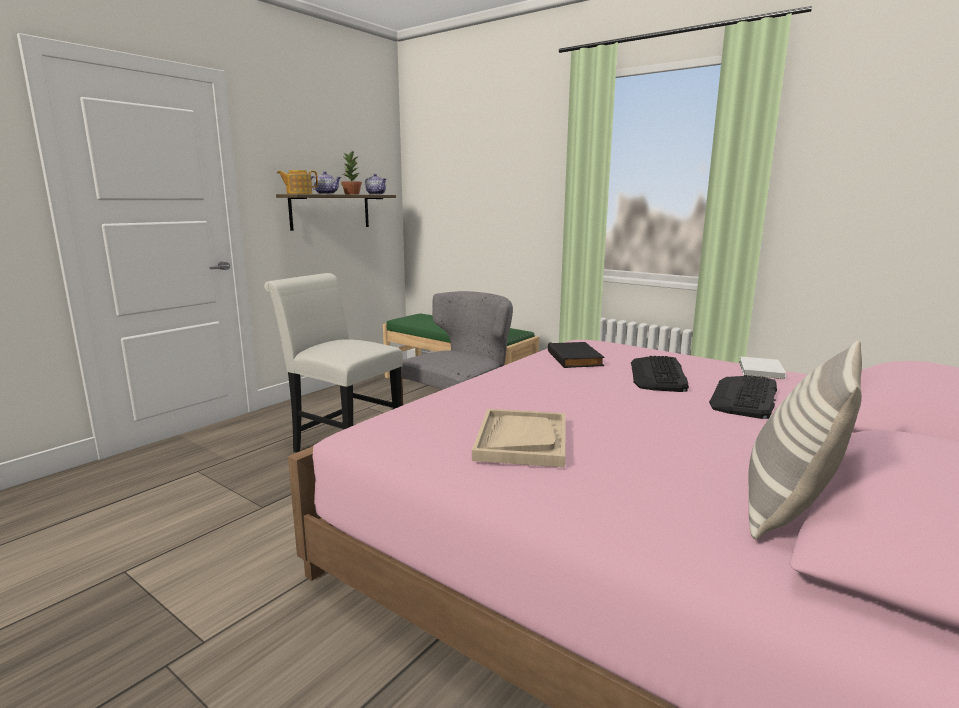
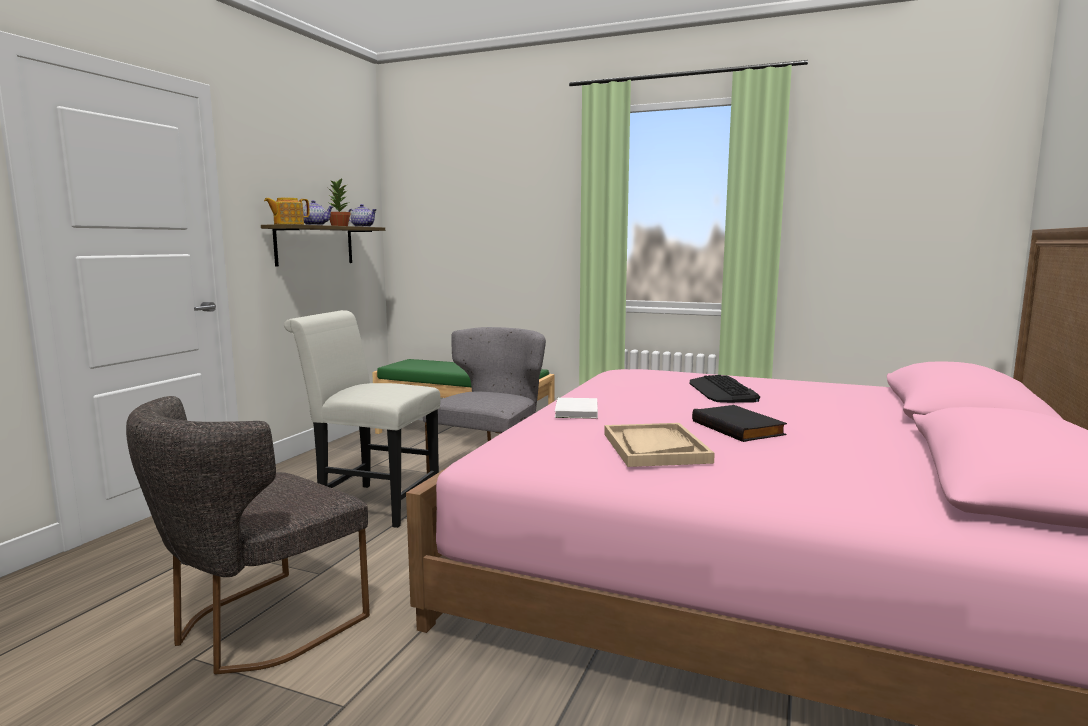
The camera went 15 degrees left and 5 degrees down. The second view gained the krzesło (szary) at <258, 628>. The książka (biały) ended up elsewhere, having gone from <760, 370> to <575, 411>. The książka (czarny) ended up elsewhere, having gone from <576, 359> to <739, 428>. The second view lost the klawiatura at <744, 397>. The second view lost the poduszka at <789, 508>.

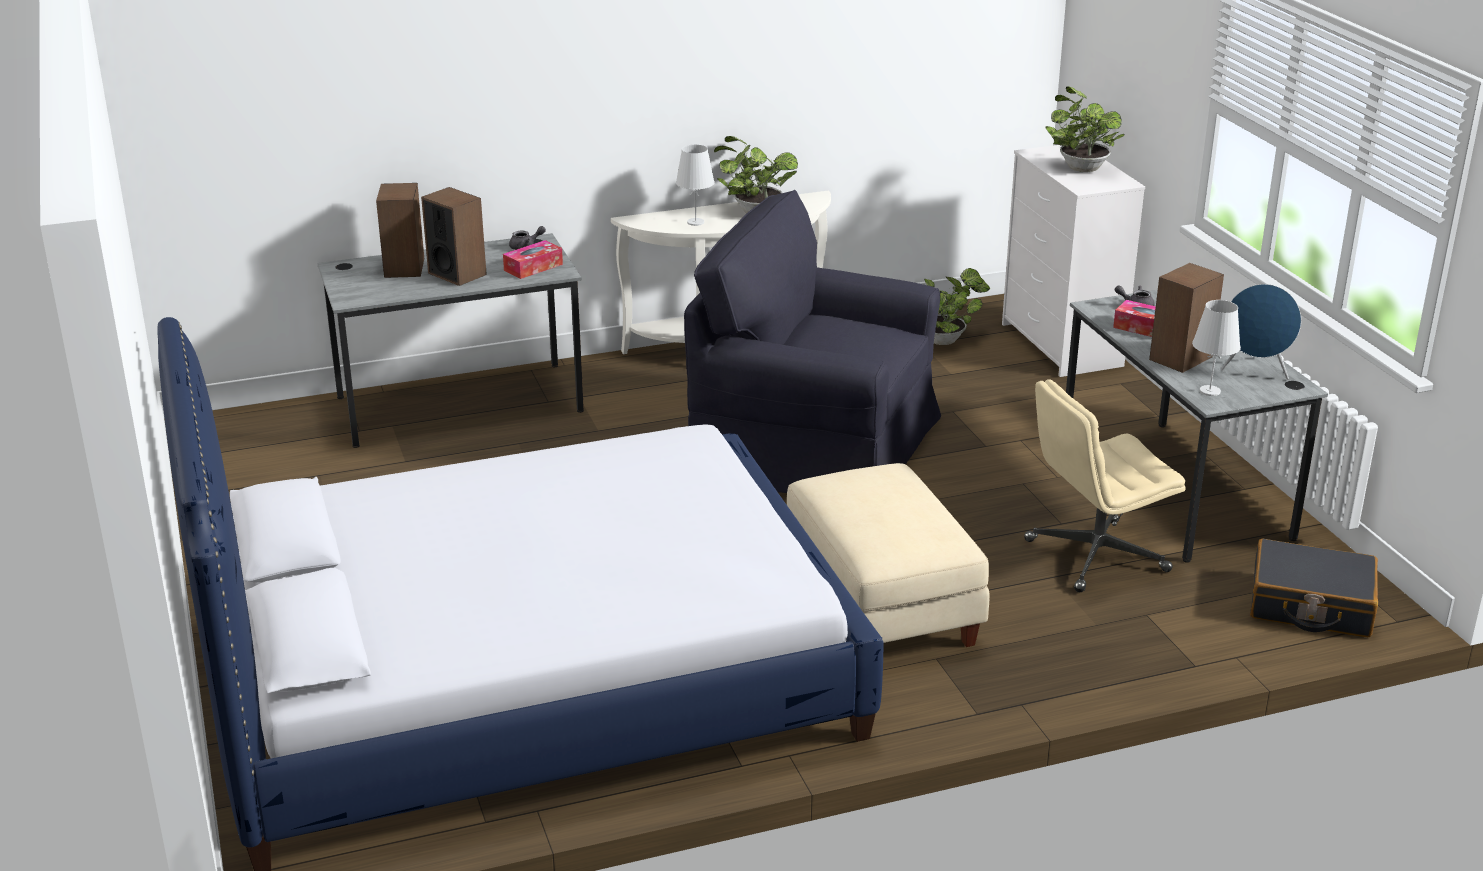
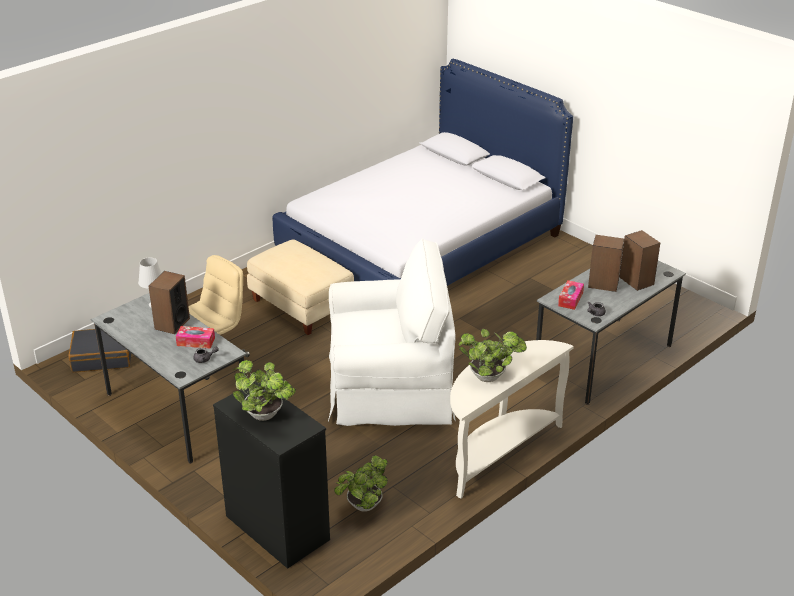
The camera went 155 degrees right and 5 degrees up. What was the komoda (biały) at <1062, 345> turned into the komoda (czarny) at <276, 527>. What was the fotel (czarny) at <815, 445> turned into the fotel (biały) at <389, 386>. The second view lost the lampa stołowa (biały) at <695, 222>. The second view lost the głośnik (niebieski) at <1255, 372>.

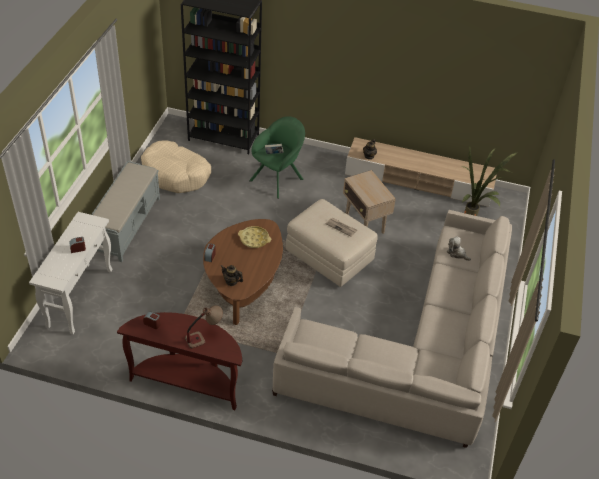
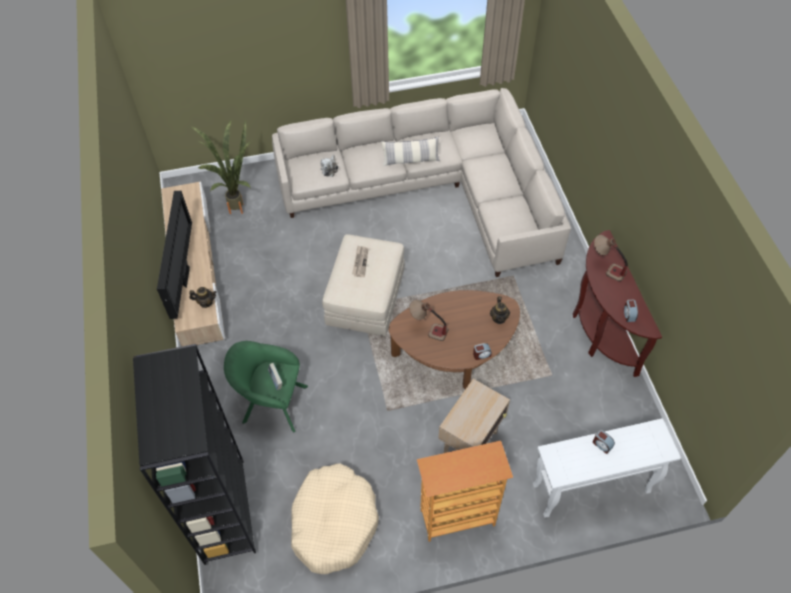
The camera went 115 degrees left and 10 degrees up. The second view gained the telewizor at <184, 275>. The second view gained the poduszka at <410, 160>. Where the taca (żółty) stood at <254, 239>, the lampa stołowa came to stand at <428, 329>. Where the ławka (szary) stood at <127, 225>, the regał came to stand at <457, 518>. The stolik (beżowy) ended up elsewhere, having gone from <364, 225> to <471, 442>.

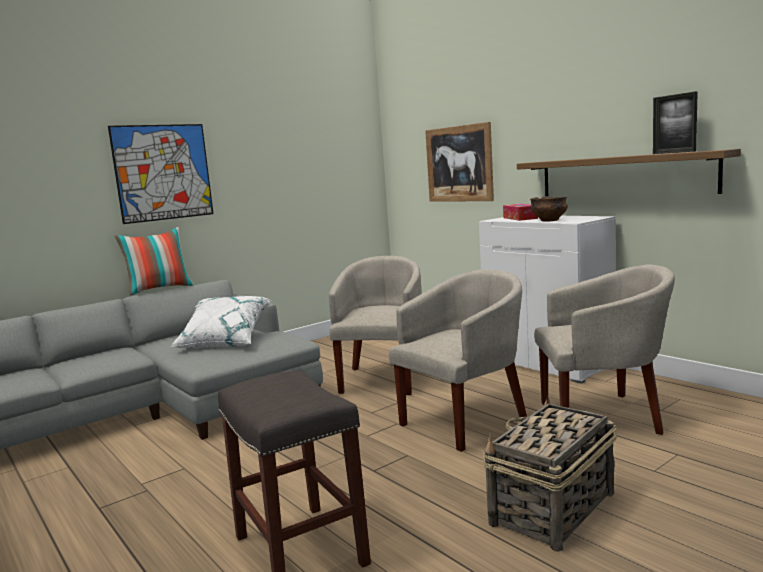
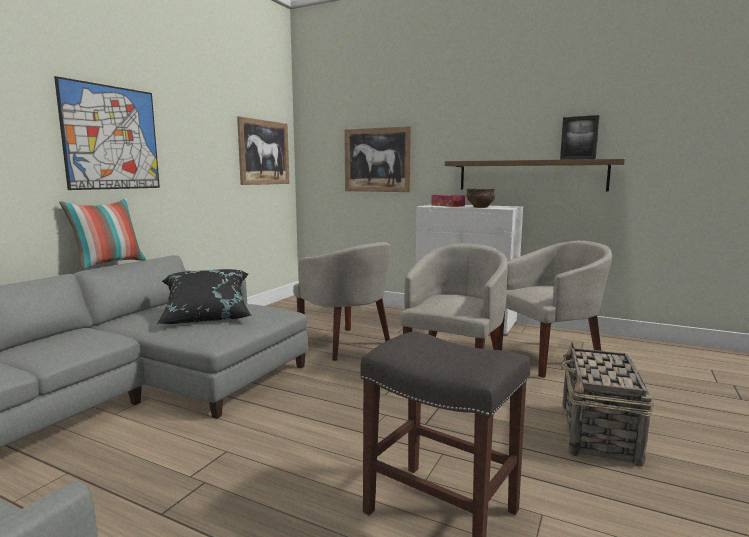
The camera went 25 degrees left and 0 degrees up. What was the poduszka (biały) at <224, 341> turned into the poduszka (czarny) at <207, 315>. The second view gained the obraz at <264, 152>. The fotel (beżowy) at <384, 379> ended up facing another way, 150 degrees clockwise from before.

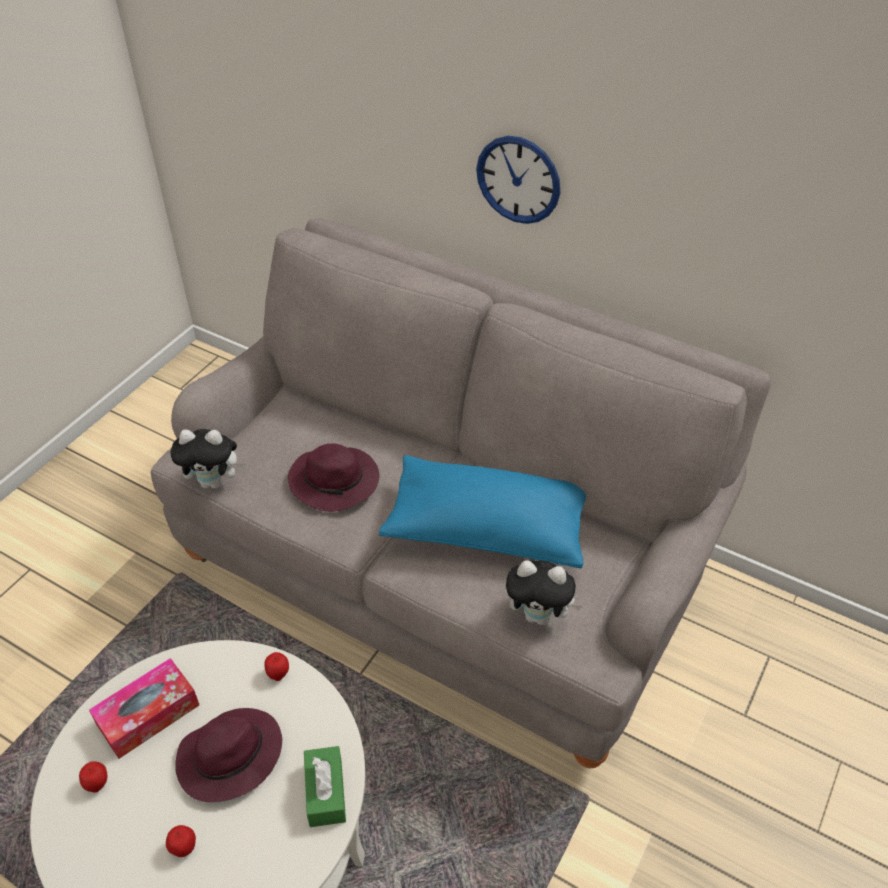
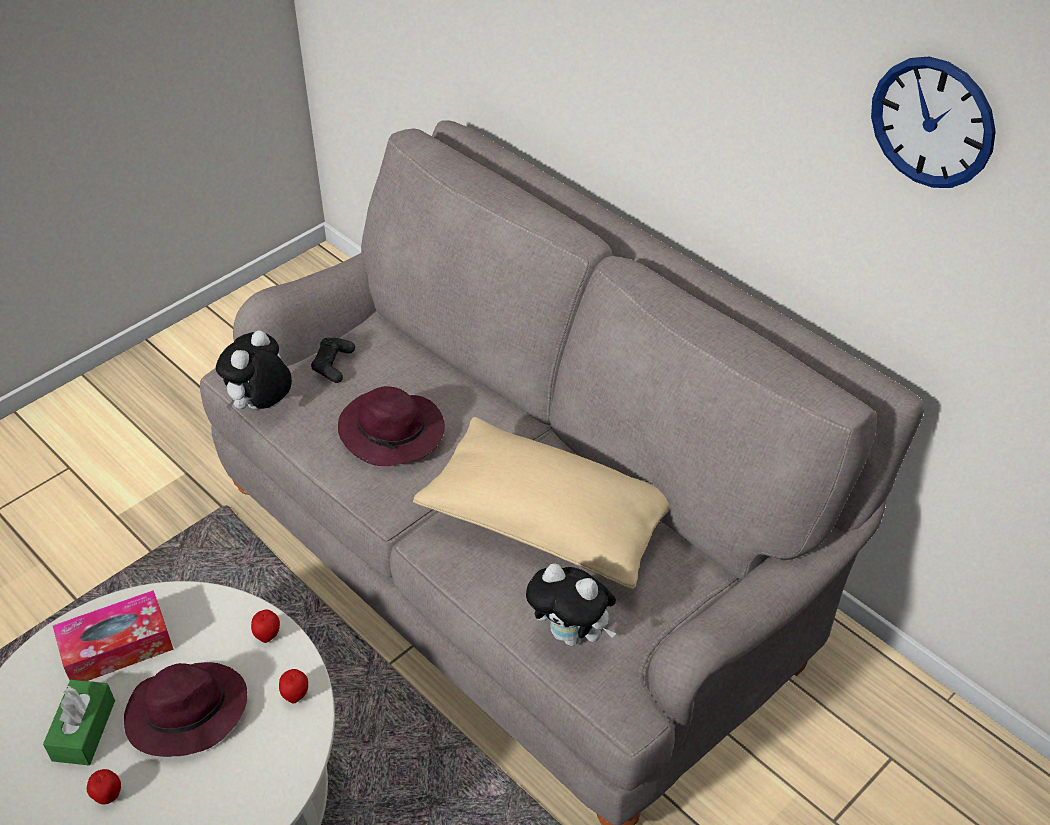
The camera went 15 degrees right and 0 degrees up. The pudełko chusteczek (zielony) ended up elsewhere, having gone from <325, 792> to <84, 730>. The pluszak at <214, 482> ended up facing another way, 105 degrees clockwise from before. The jabłko ended up elsewhere, having gone from <98, 784> to <296, 695>. The second view gained the pad do gier (czarny) at <333, 365>. What was the poduszka (niebieski) at <487, 528> turned into the poduszka (beżowy) at <548, 521>. The zegar ścienny ended up elsewhere, having gone from <518, 180> to <932, 122>.

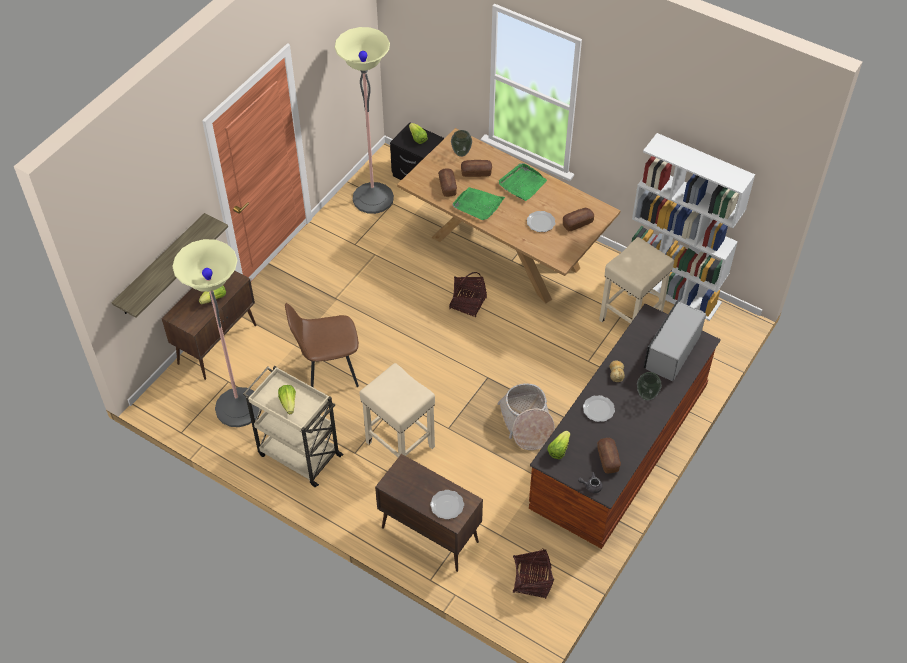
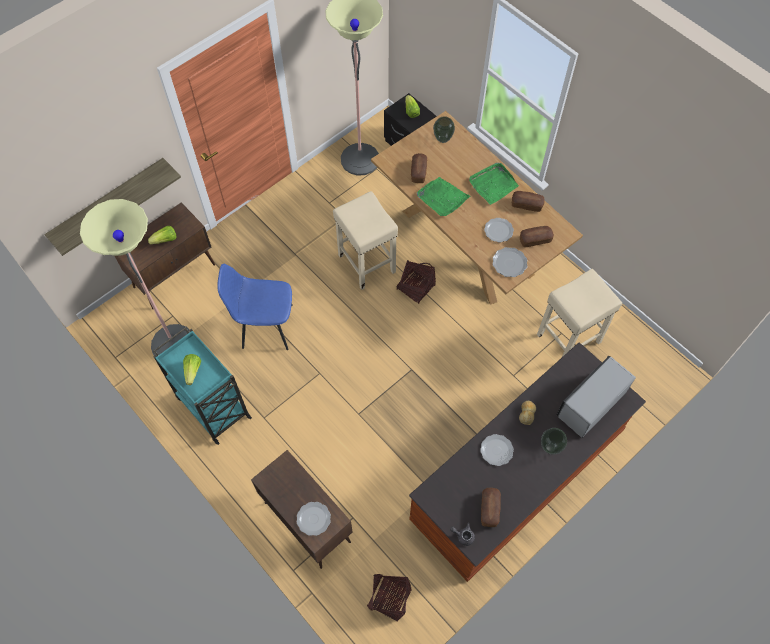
The camera went 15 degrees right and 10 degrees up. What was the wózek (beżowy) at <298, 454> turned into the wózek (turkusowy) at <212, 406>. What was the krzesło (brązowy) at <328, 370> turned into the krzesło (niebieski) at <265, 326>. The stołek (beżowy) ended up elsewhere, having gone from <399, 444> to <366, 263>. The second view gained the talerz at <509, 263>. The chleb ended up elsewhere, having gone from <476, 172> to <526, 205>. The second view lost the koszyk at <526, 423>. The second view lost the sałata at <558, 449>. The second view lost the regał (biały) at <672, 291>.

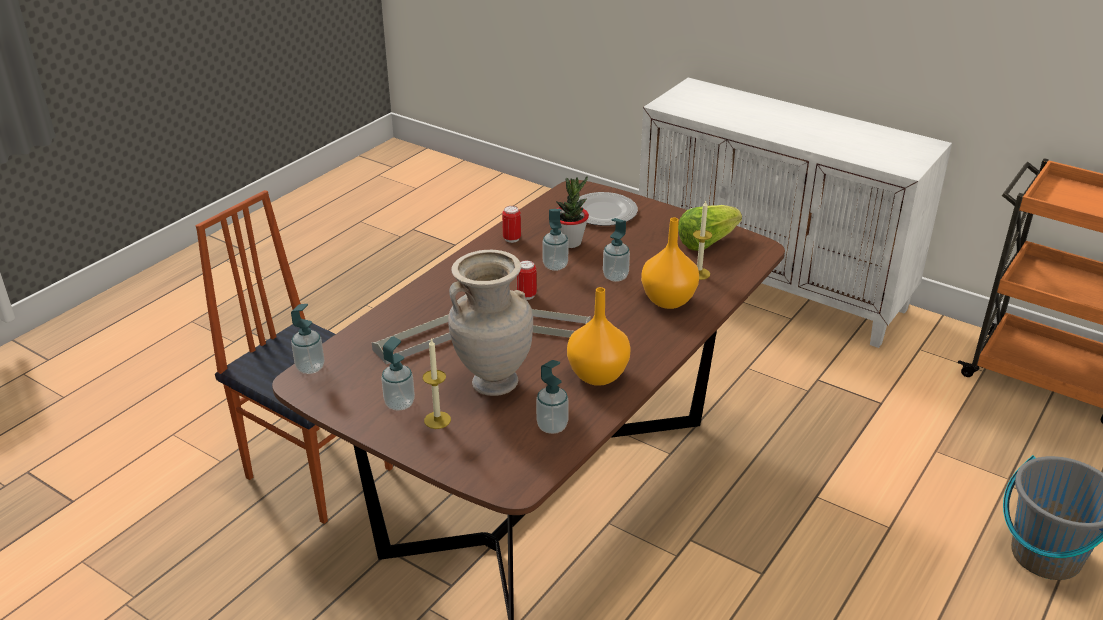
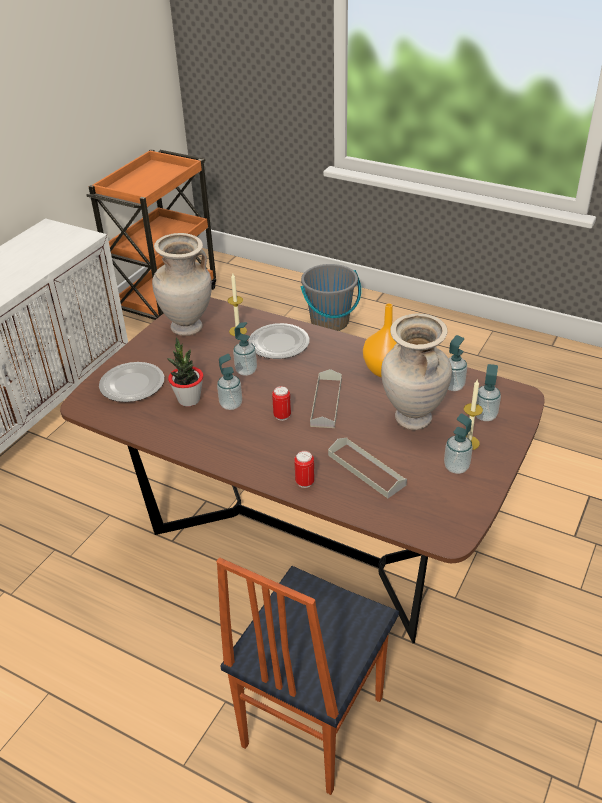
The camera went 95 degrees left and 5 degrees up. Where the sałata stood at <706, 242>, the wazon (beżowy) came to stand at <188, 329>. Where the wazon (pomarańczowy) stood at <669, 301>, the talerz came to stand at <279, 343>. The puszka ended up elsewhere, having gone from <512, 239> to <305, 482>. The dozownik mydła ended up elsewhere, having gone from <310, 367> to <485, 415>.

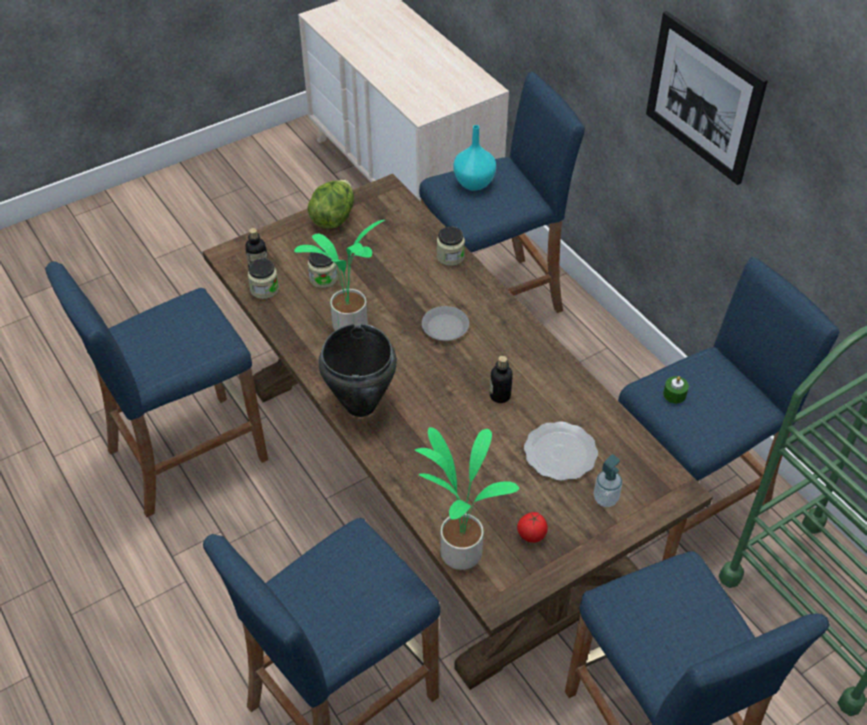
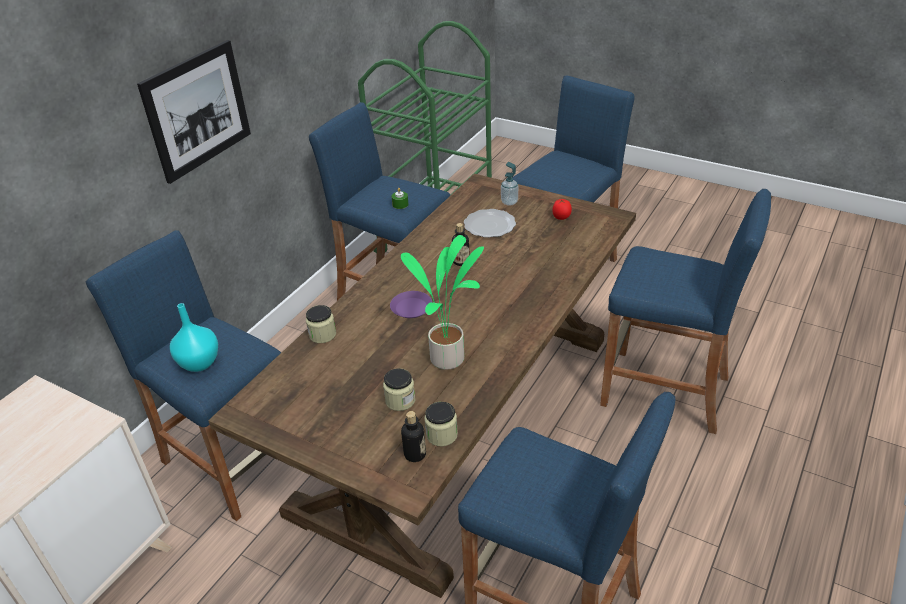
The camera went 115 degrees left and 10 degrees down. What was the talerz (szary) at <445, 327> turned into the talerz (fioletowy) at <411, 308>. The second view lost the sałata at <333, 217>. The second view lost the garnek (czarny) at <360, 405>. The second view lost the roślina doniczkowa at <460, 550>.

